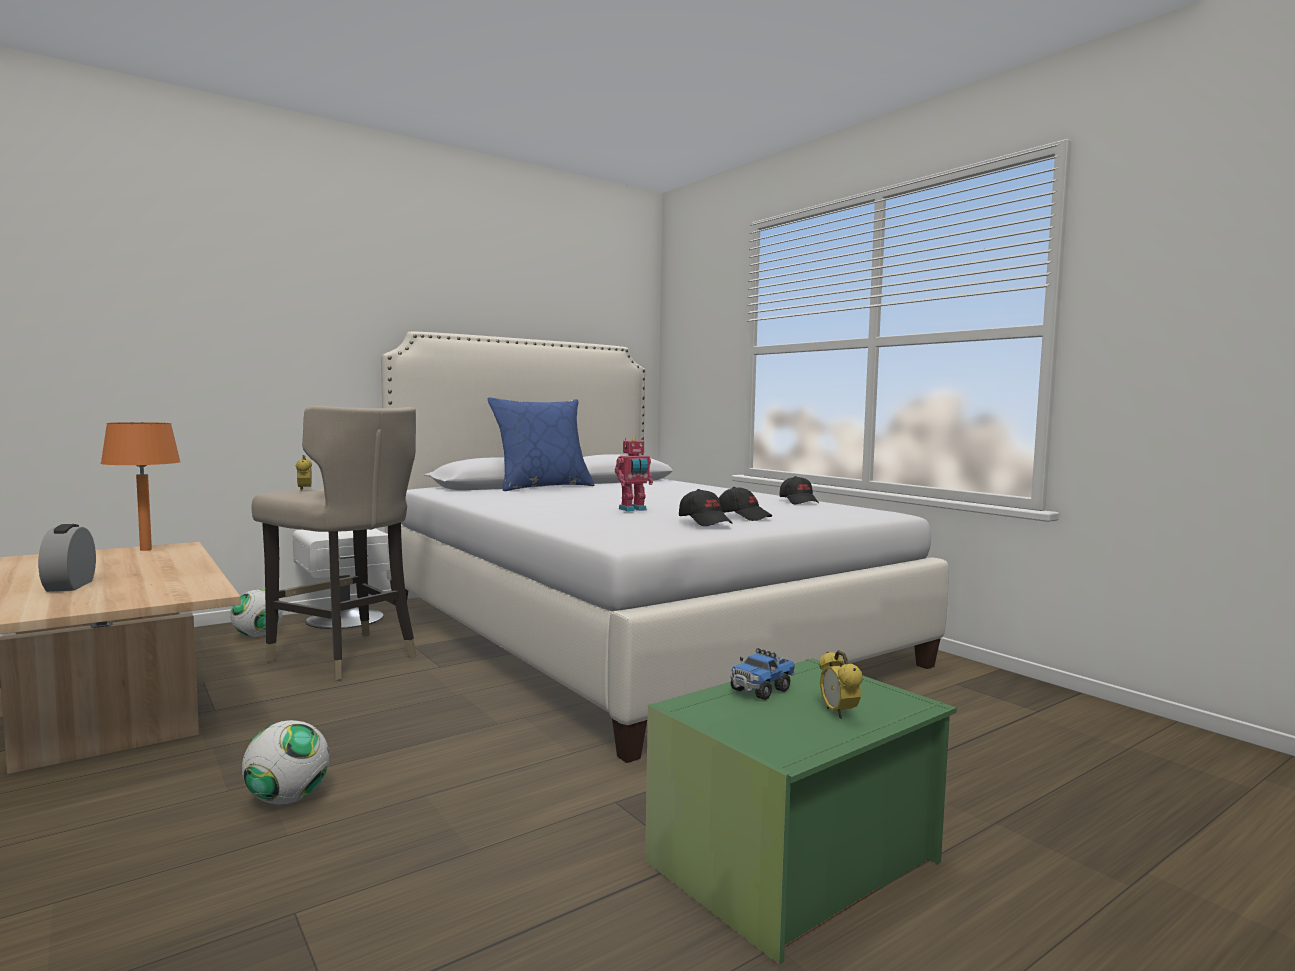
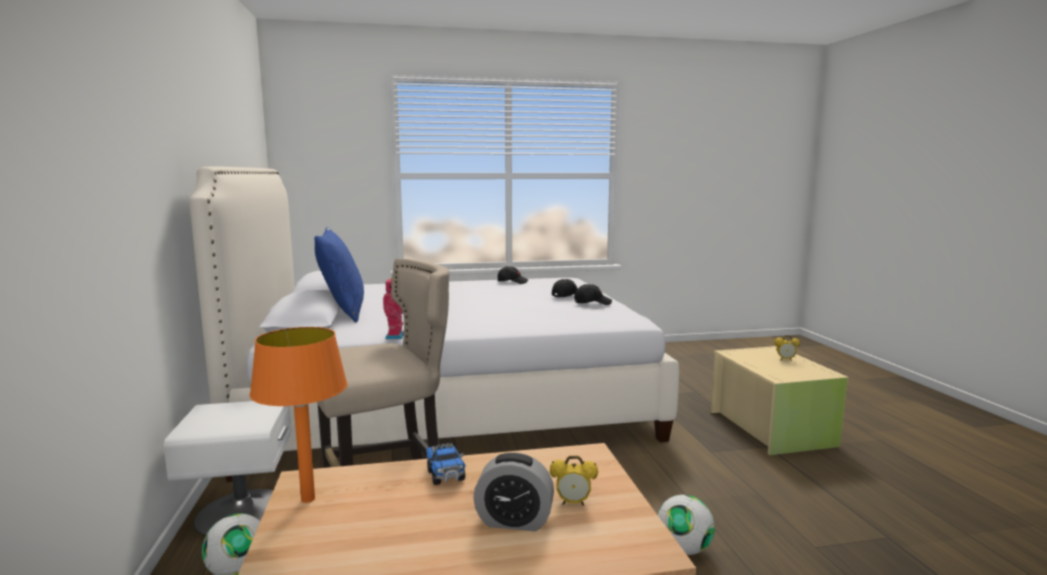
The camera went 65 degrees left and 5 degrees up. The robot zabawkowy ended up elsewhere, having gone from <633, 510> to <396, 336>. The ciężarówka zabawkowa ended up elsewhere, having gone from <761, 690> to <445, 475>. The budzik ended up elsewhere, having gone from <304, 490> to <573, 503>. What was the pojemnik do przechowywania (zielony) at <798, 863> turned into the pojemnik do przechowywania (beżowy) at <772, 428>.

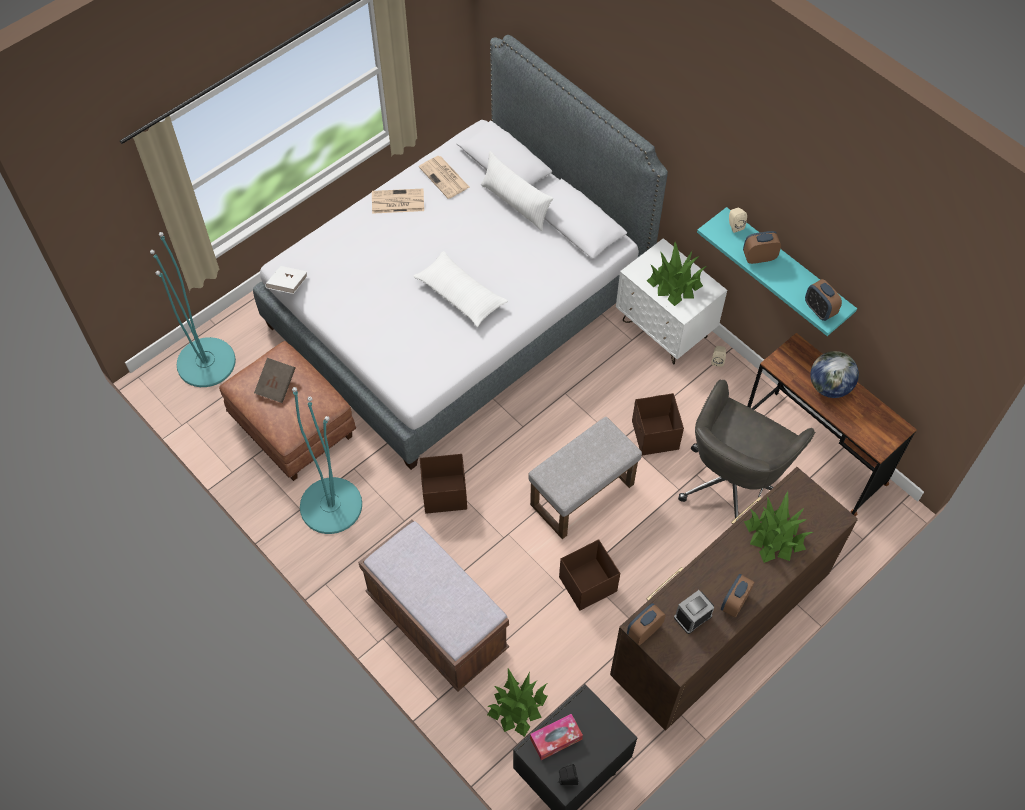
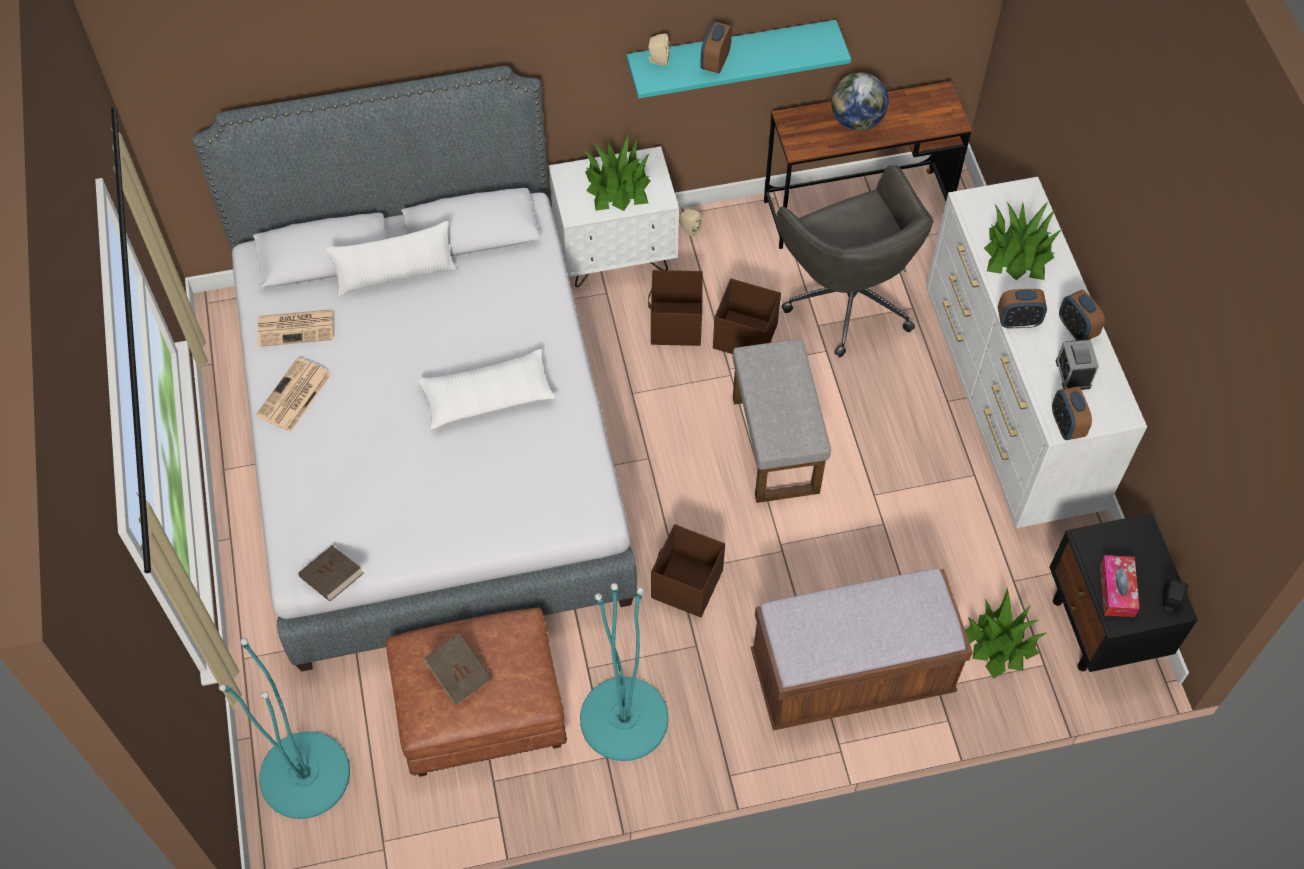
The camera went 60 degrees left and 0 degrees up. What was the książka (biały) at <288, 285> turned into the książka (brązowy) at <333, 580>. The pojemnik do przechowywania (brązowy) ended up elsewhere, having gone from <587, 584> to <675, 325>. What was the komoda (brązowy) at <718, 627> turned into the komoda (biały) at <1009, 403>. The budzik ended up elsewhere, having gone from <819, 310> to <1018, 321>.

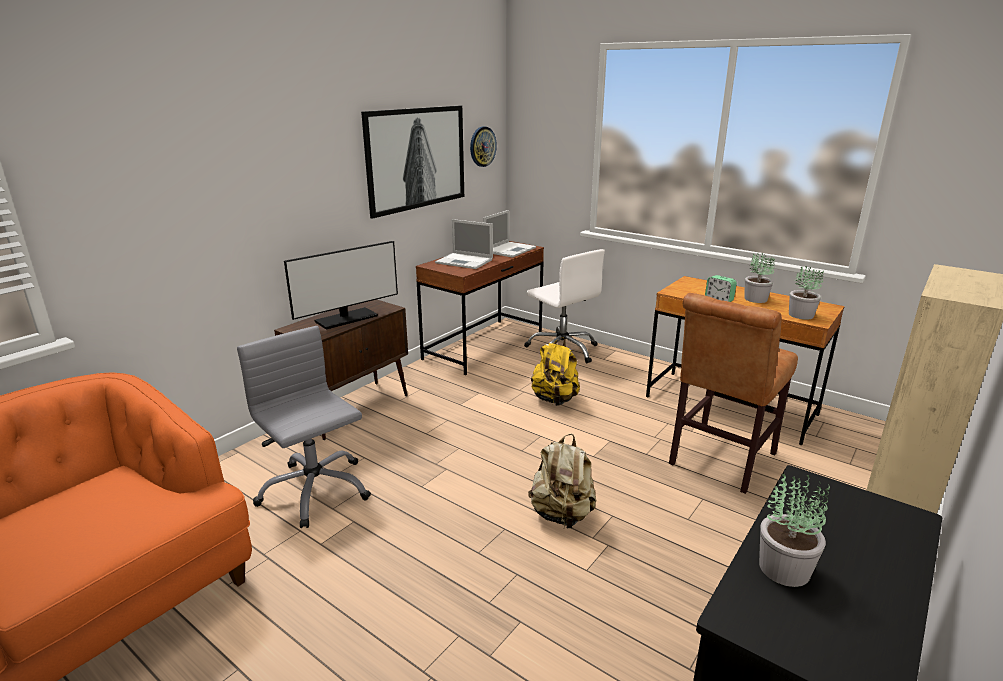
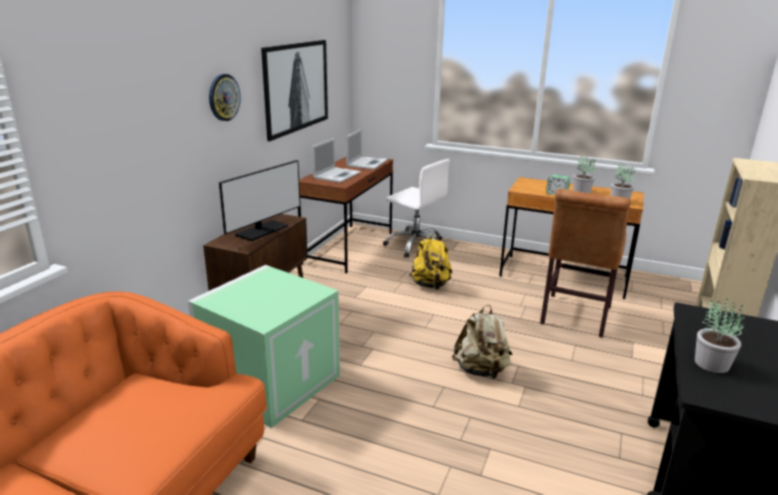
The camera went 15 degrees left and 0 degrees up. Where the krzesło biurowe (szary) stood at <314, 490>, the pojemnik do przechowywania (zielony) came to stand at <271, 380>. The zegar ścienny ended up elsewhere, having gone from <482, 146> to <223, 97>. The laptop at <465, 261> ended up facing another way, 75 degrees counterclockwise from before.

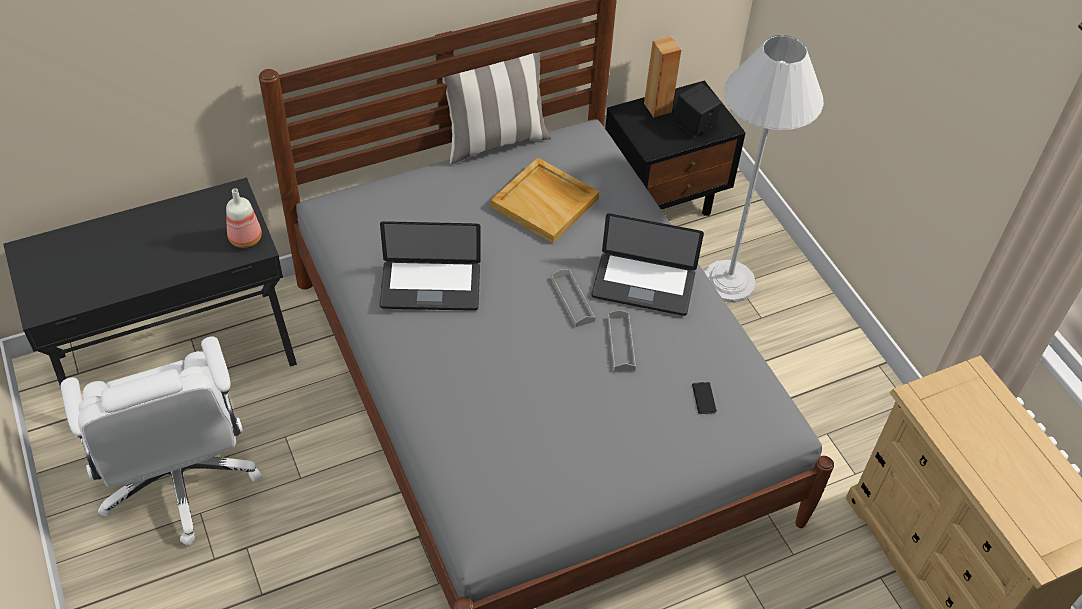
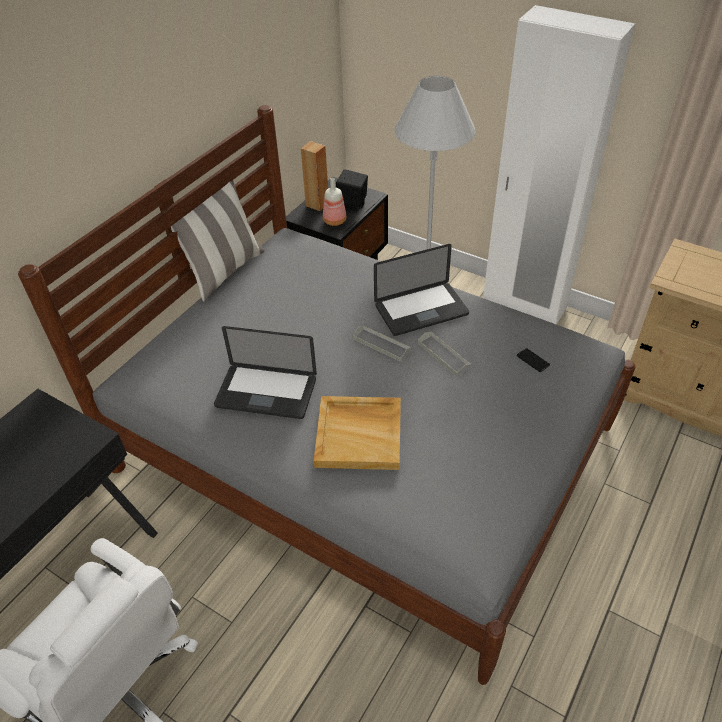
The camera went 30 degrees left and 5 degrees down. The laptop at <430, 287> ended up facing another way, 45 degrees clockwise from before. The taca (beżowy) ended up elsewhere, having gone from <546, 203> to <359, 434>. The butelka ended up elsewhere, having gone from <244, 238> to <334, 221>. The second view gained the szafa (biały) at <524, 305>.

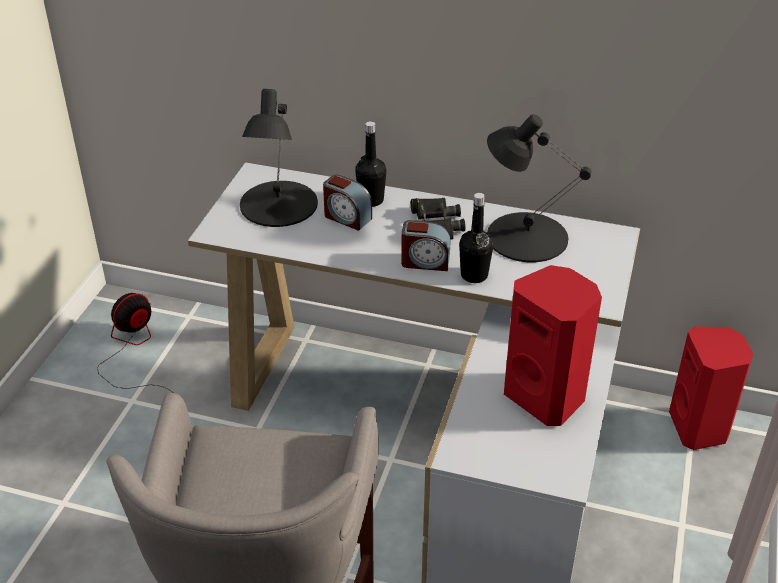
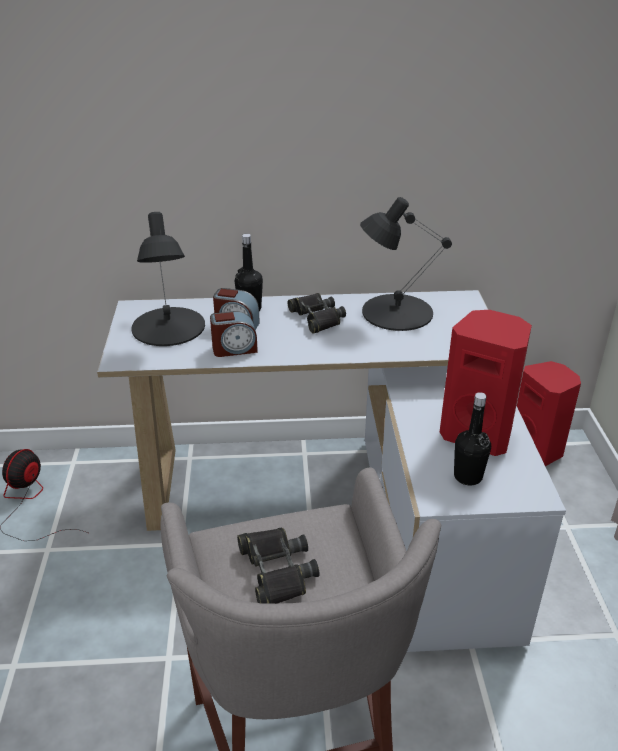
The camera went 20 degrees left and 5 degrees down. The budzik ended up elsewhere, having gone from <425, 262> to <234, 349>. The second view gained the lornetka (czarny) at <276, 571>. The butelka (czarny) ended up elsewhere, having gone from <474, 275> to <468, 476>.

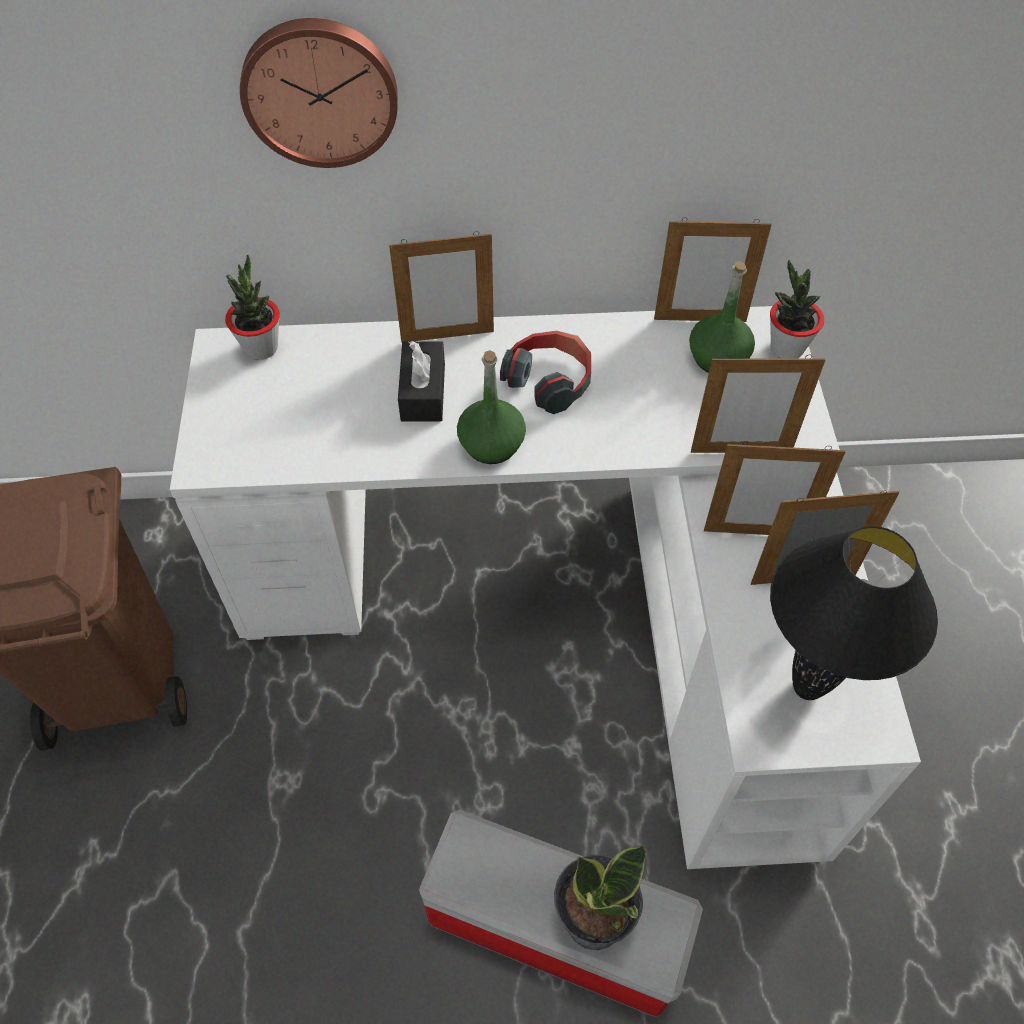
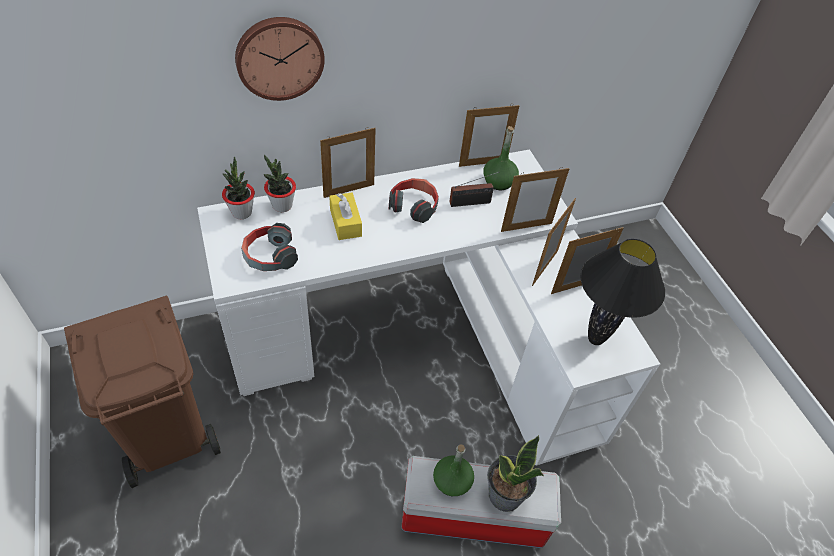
The camera went 20 degrees left and 5 degrees down. The second view gained the słuchawki at <269, 256>. The roślina doniczkowa ended up elsewhere, having gone from <786, 348> to <282, 205>. What was the pudełko chusteczek (czarny) at <423, 392> turned into the pudełko chusteczek (żółty) at <345, 222>. The butelka (zielony) ended up elsewhere, having gone from <492, 444> to <452, 481>. The second view gained the radio at <472, 202>. The ramka na zdjęcie at <756, 533> ended up facing another way, 135 degrees clockwise from before.

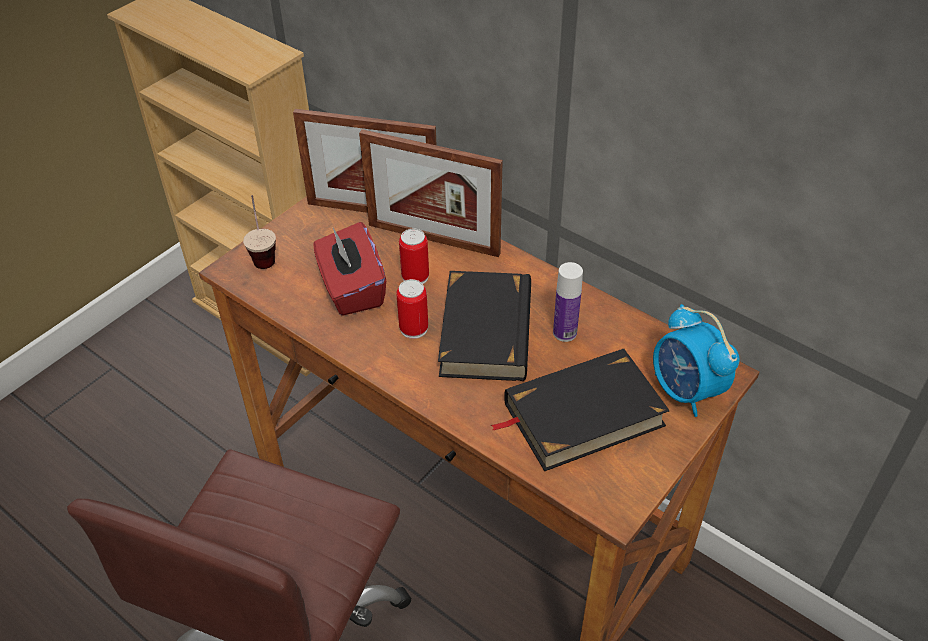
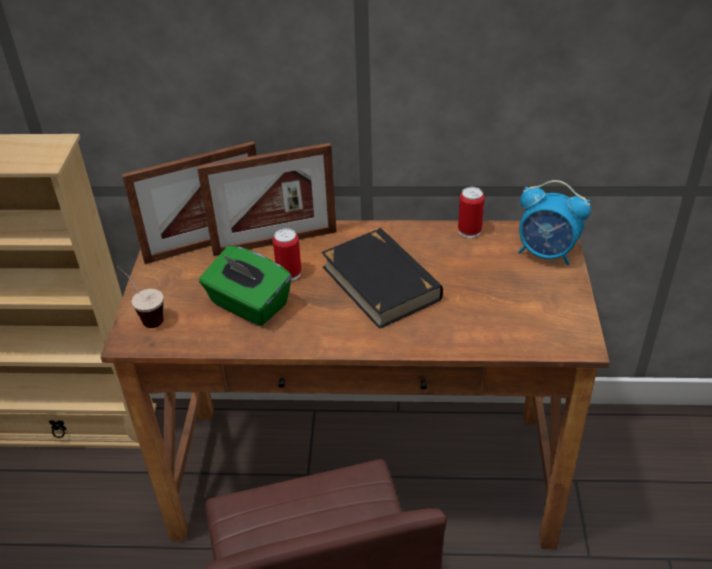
The camera went 35 degrees left and 5 degrees down. What was the pudełko chusteczek (czerwony) at <351, 289> turned into the pudełko chusteczek (zielony) at <248, 305>. The puszka ended up elsewhere, having gone from <414, 328> to <469, 231>. The second view lost the książka (czarny) at <582, 414>. The second view lost the butelka at <564, 333>.

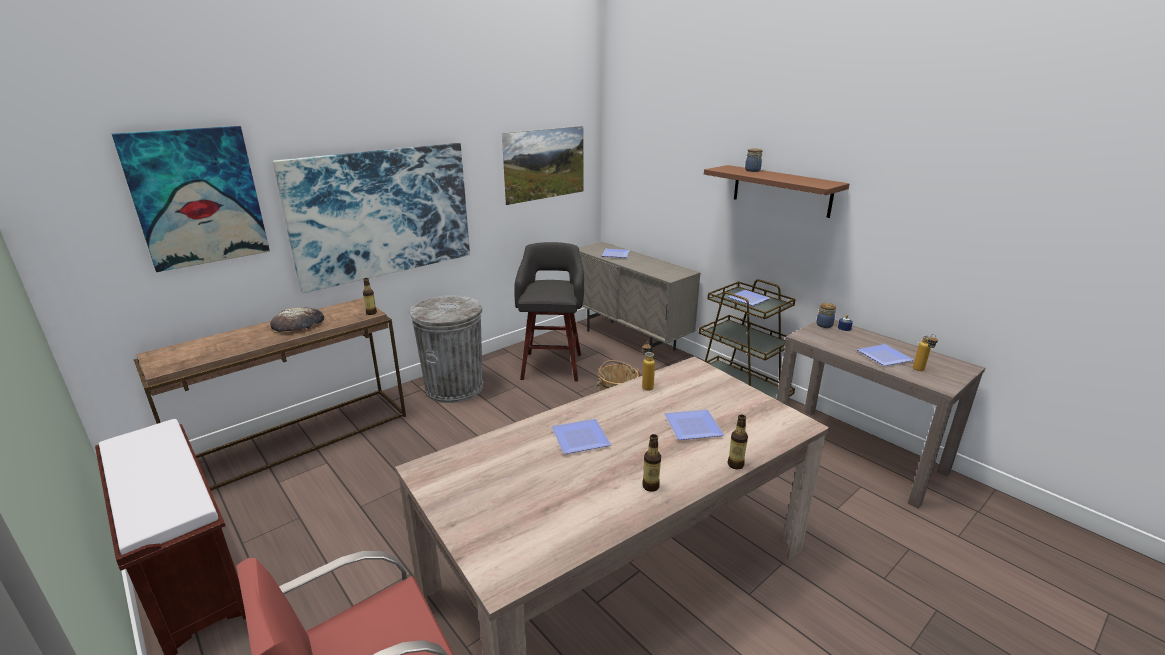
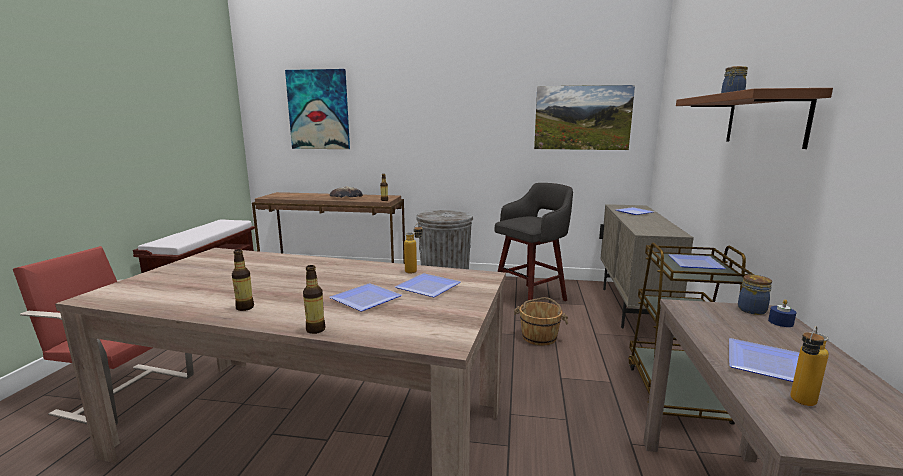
The camera went 50 degrees right and 10 degrees down. The talerz ended up elsewhere, having gone from <578, 438> to <427, 287>. The second view lost the obraz at <382, 213>.

